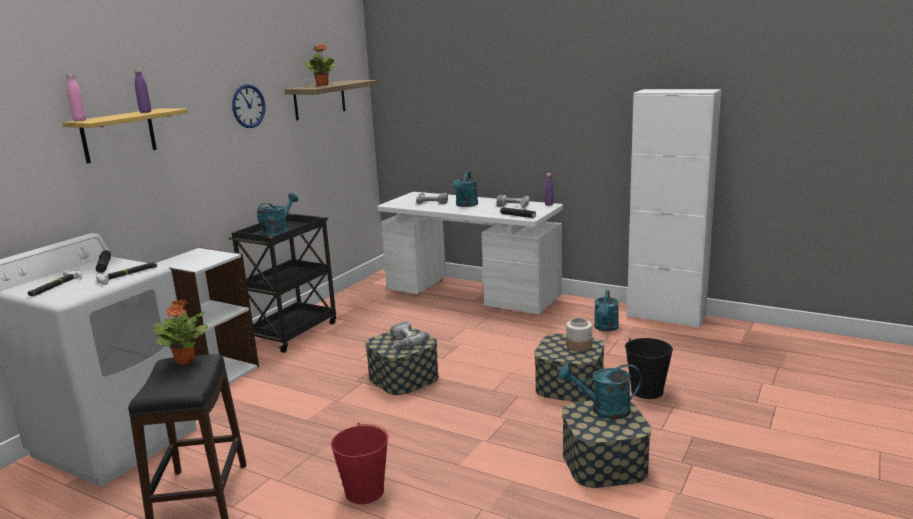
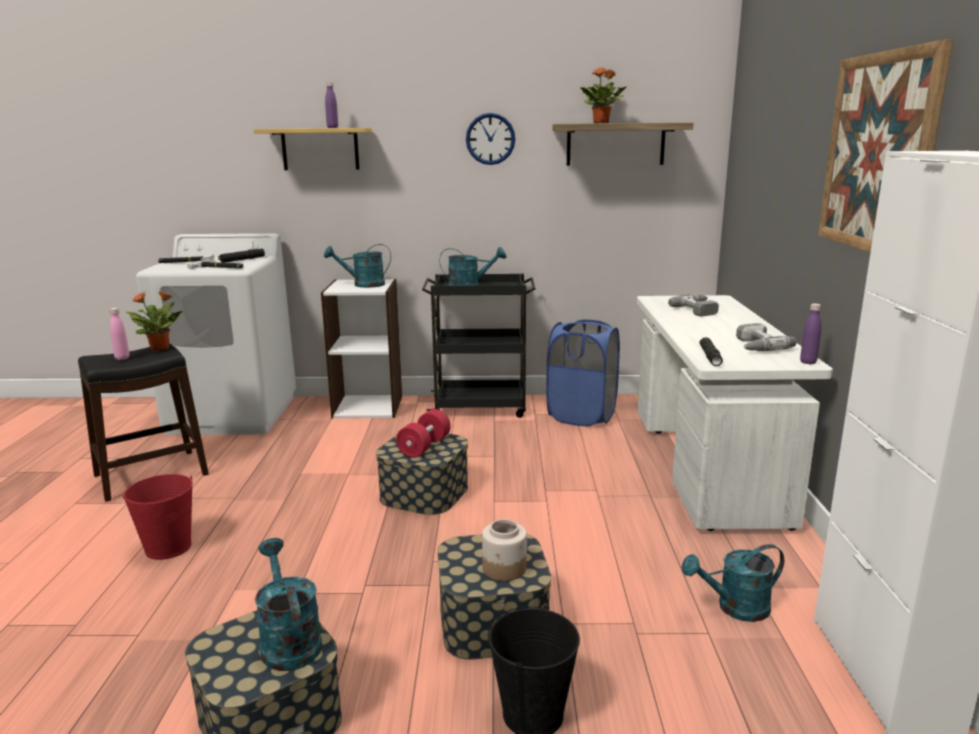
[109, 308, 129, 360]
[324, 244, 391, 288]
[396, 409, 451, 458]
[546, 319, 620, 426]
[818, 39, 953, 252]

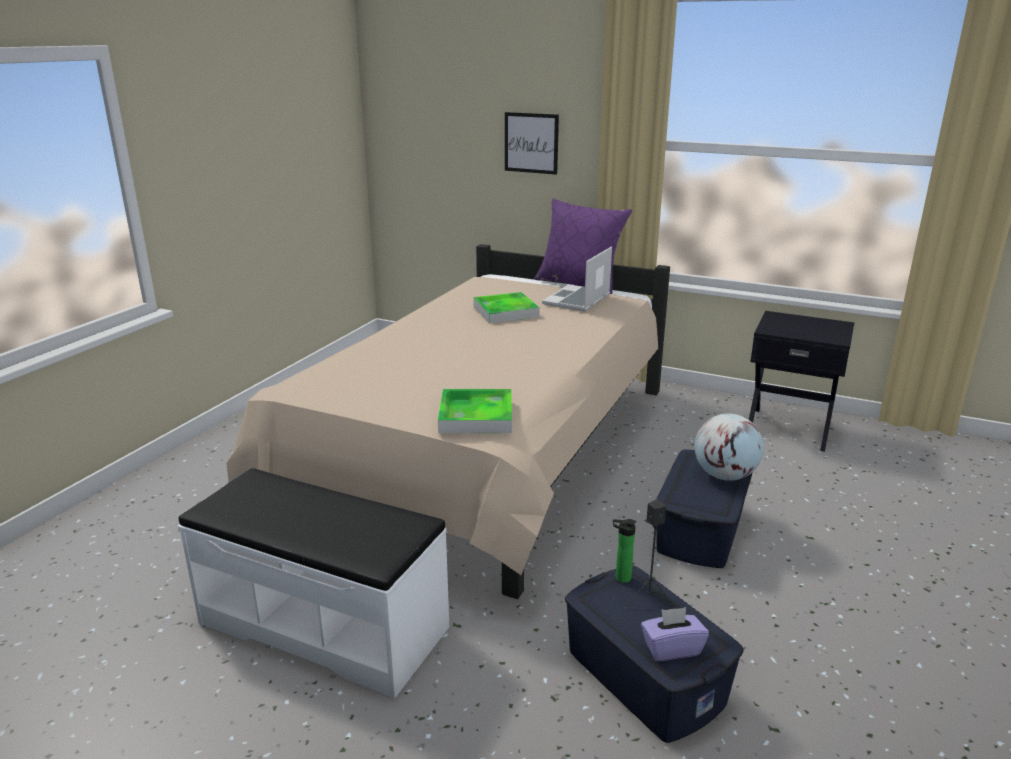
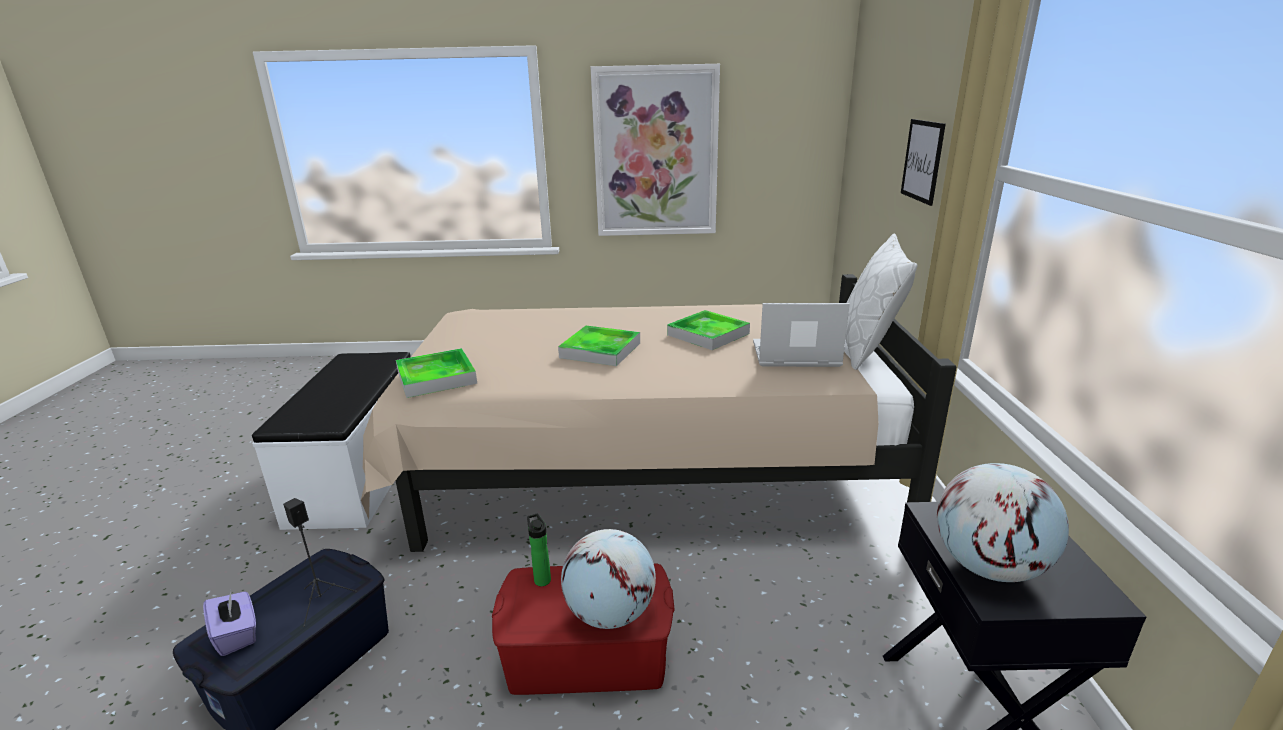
[492, 563, 675, 695]
[527, 514, 551, 586]
[558, 326, 640, 366]
[590, 64, 720, 236]
[846, 234, 918, 370]
[937, 463, 1069, 582]

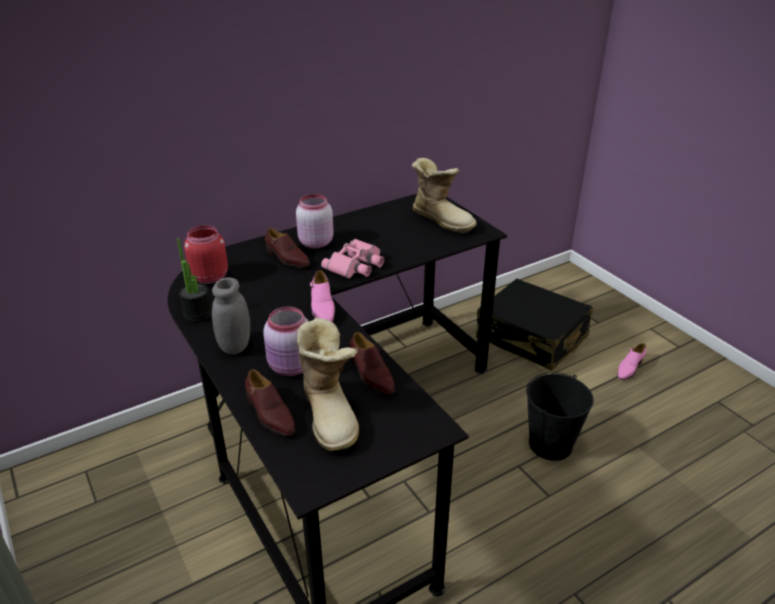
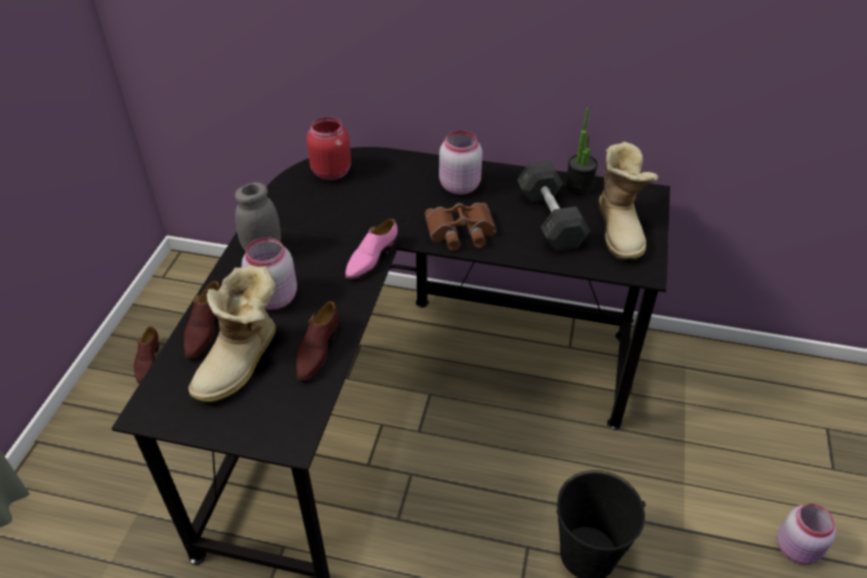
[134, 326, 159, 384]
[425, 203, 496, 251]
[517, 160, 591, 252]
[565, 108, 598, 195]
[777, 504, 836, 565]
[476, 278, 593, 371] (first image)

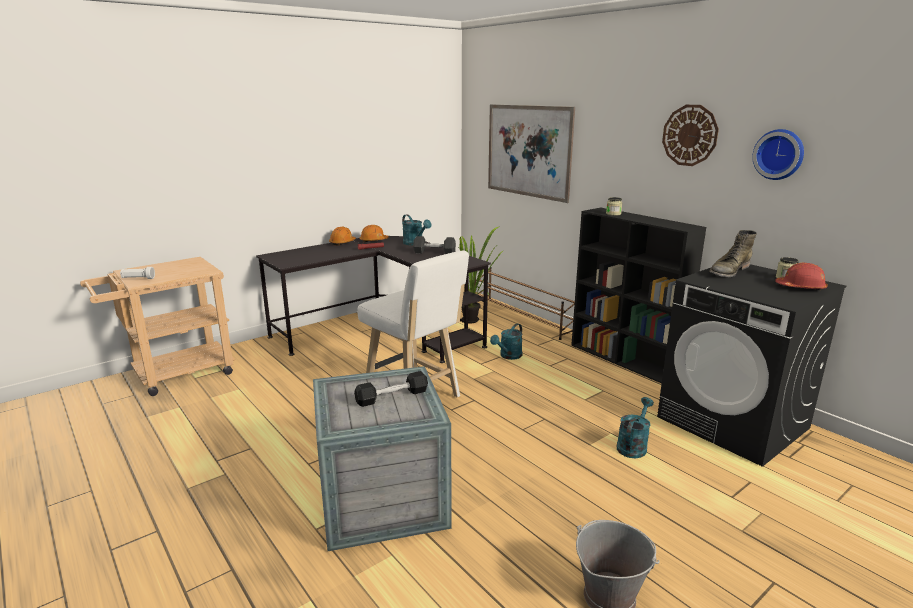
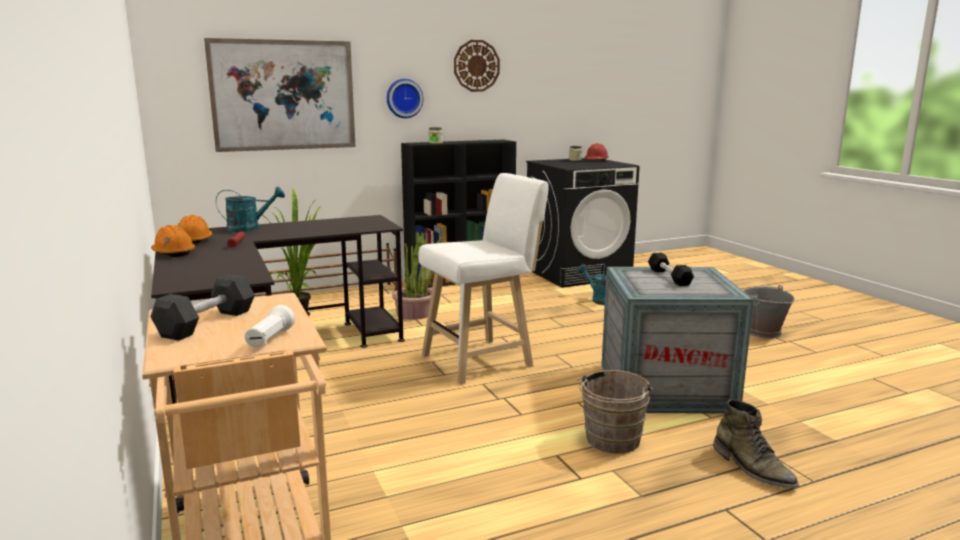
[150, 274, 255, 341]
[387, 79, 424, 118]
[392, 231, 443, 319]
[577, 370, 654, 453]
[713, 399, 799, 488]

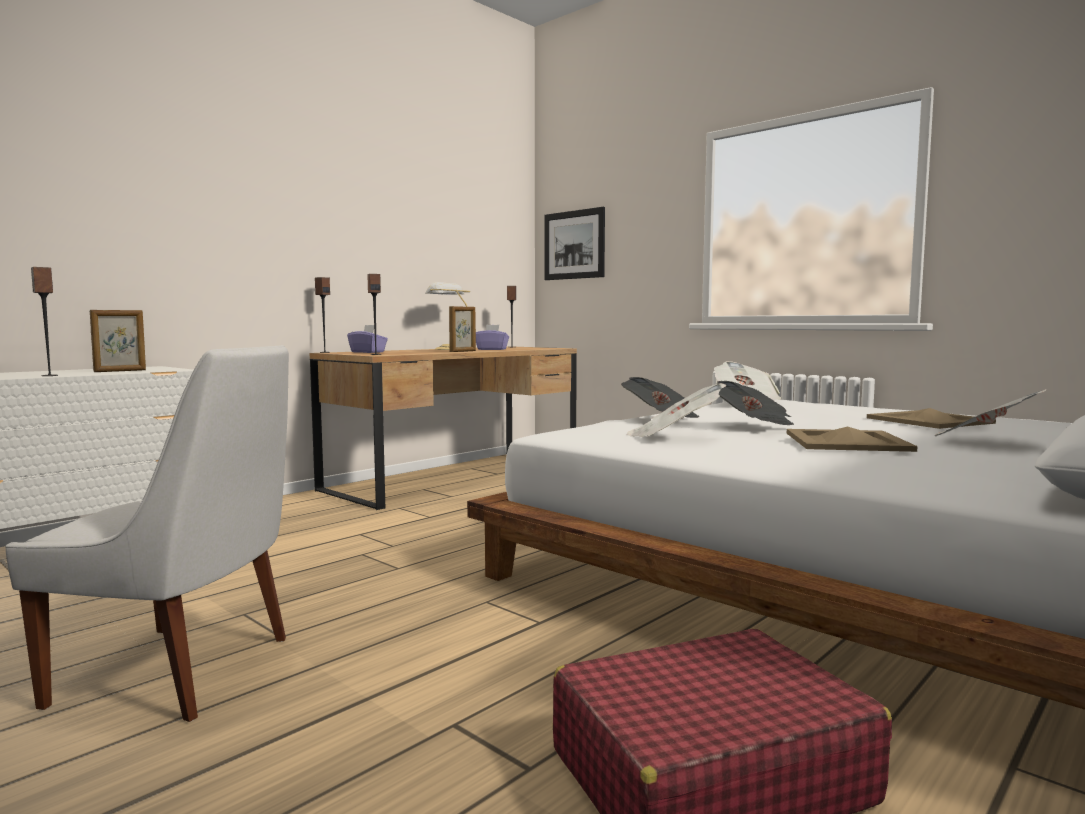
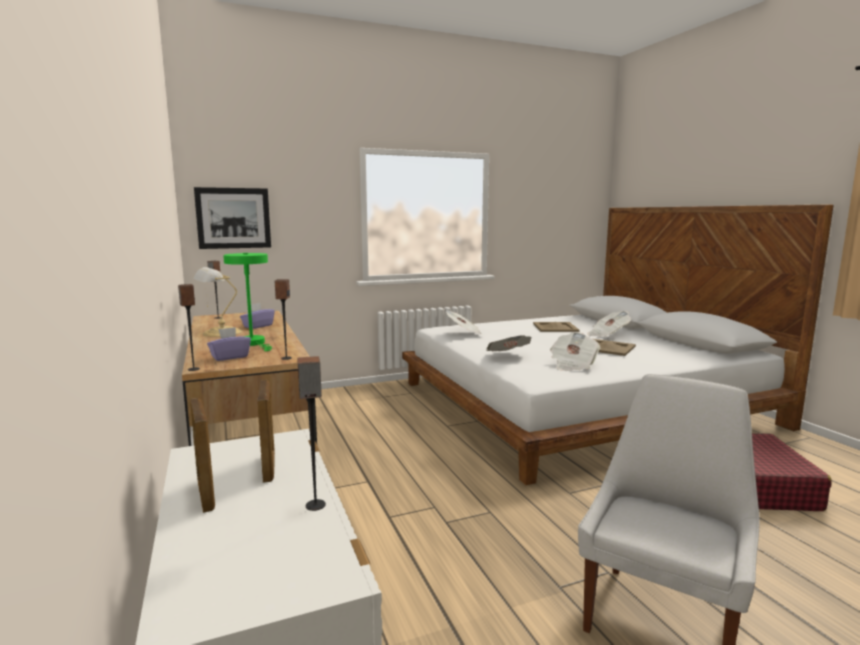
[190, 398, 215, 513]
[223, 253, 272, 351]
[717, 381, 794, 425] (first image)

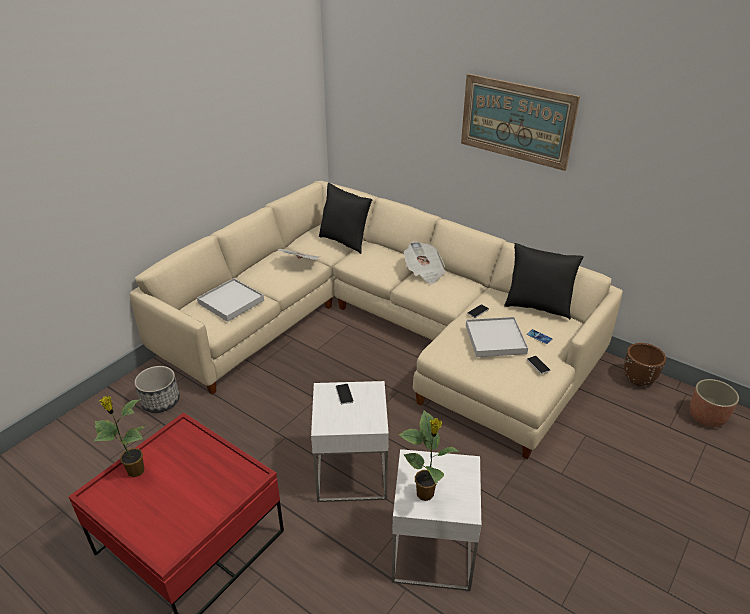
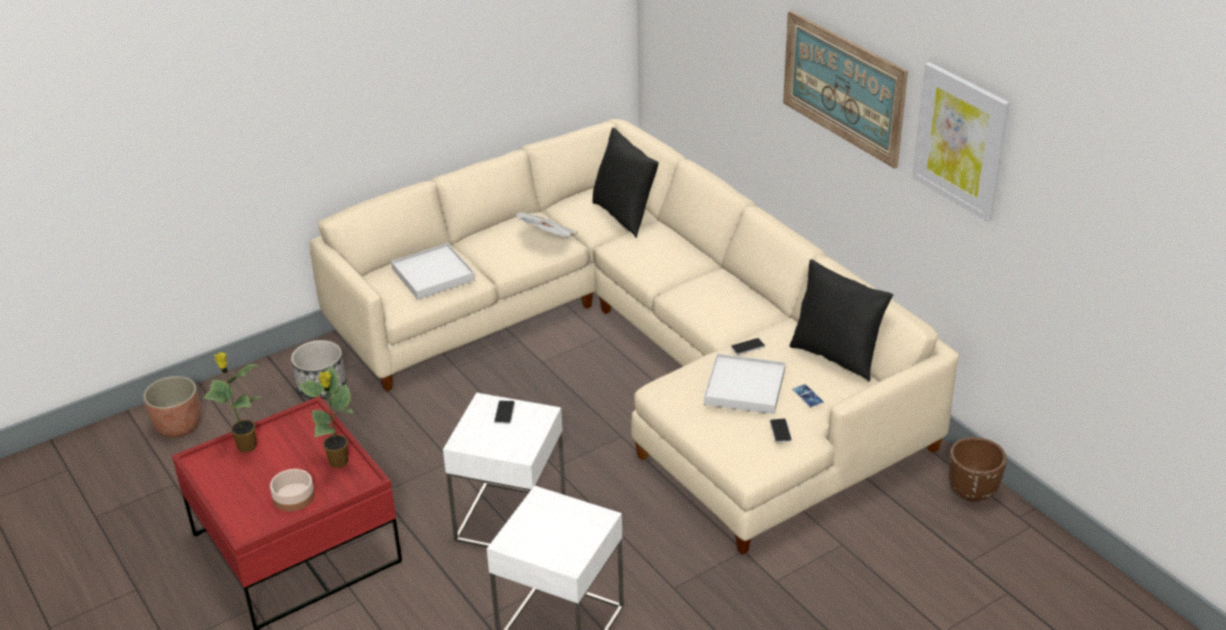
[143, 376, 201, 438]
[270, 469, 315, 511]
[299, 365, 354, 468]
[912, 62, 1010, 222]
[404, 241, 446, 285] (first image)

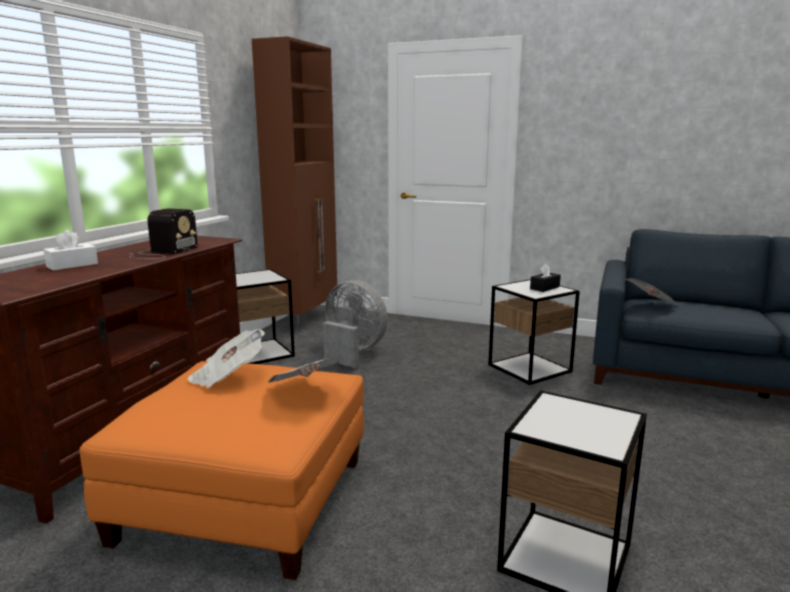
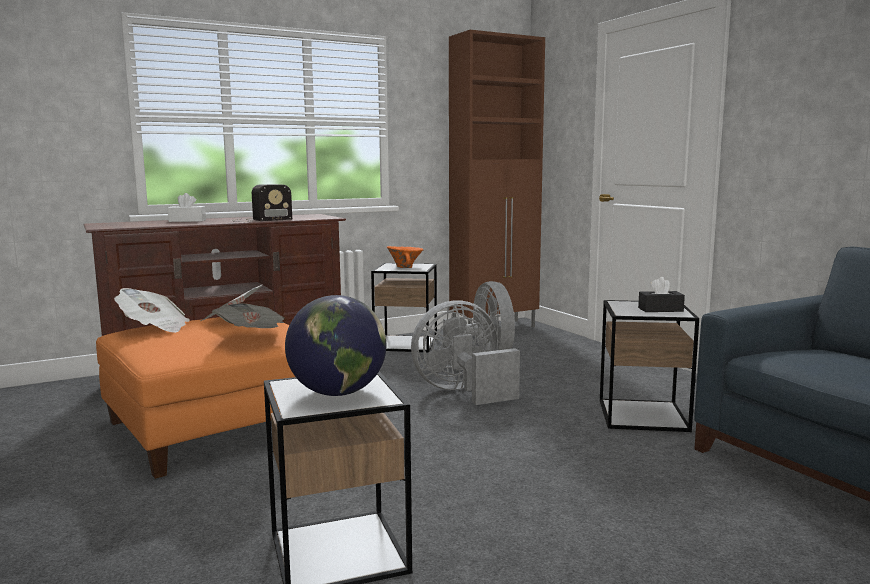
[114, 288, 190, 333]
[285, 295, 386, 396]
[387, 246, 423, 268]
[411, 300, 520, 405]

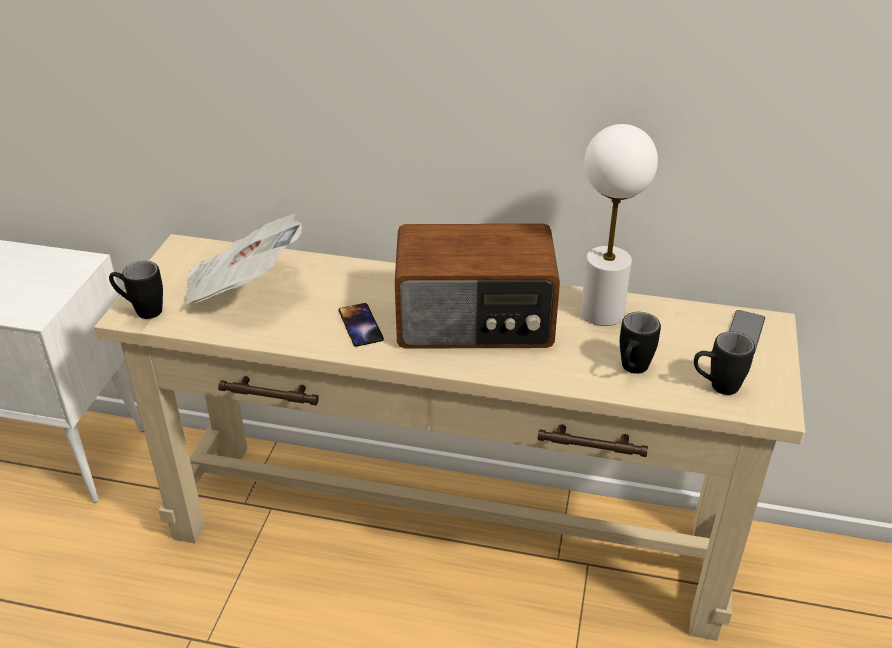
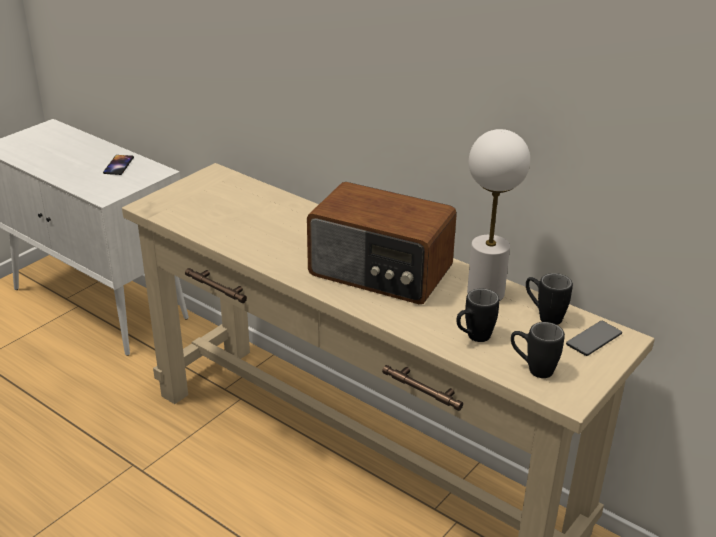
[103, 155, 134, 175]
[526, 273, 573, 325]
[183, 214, 302, 306] (first image)

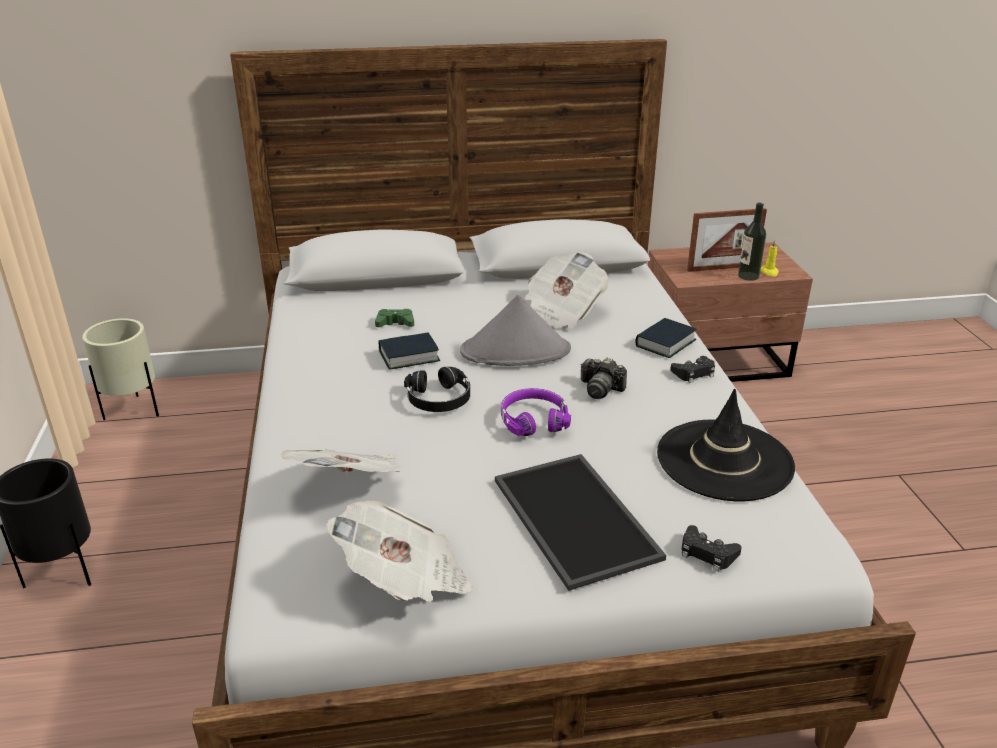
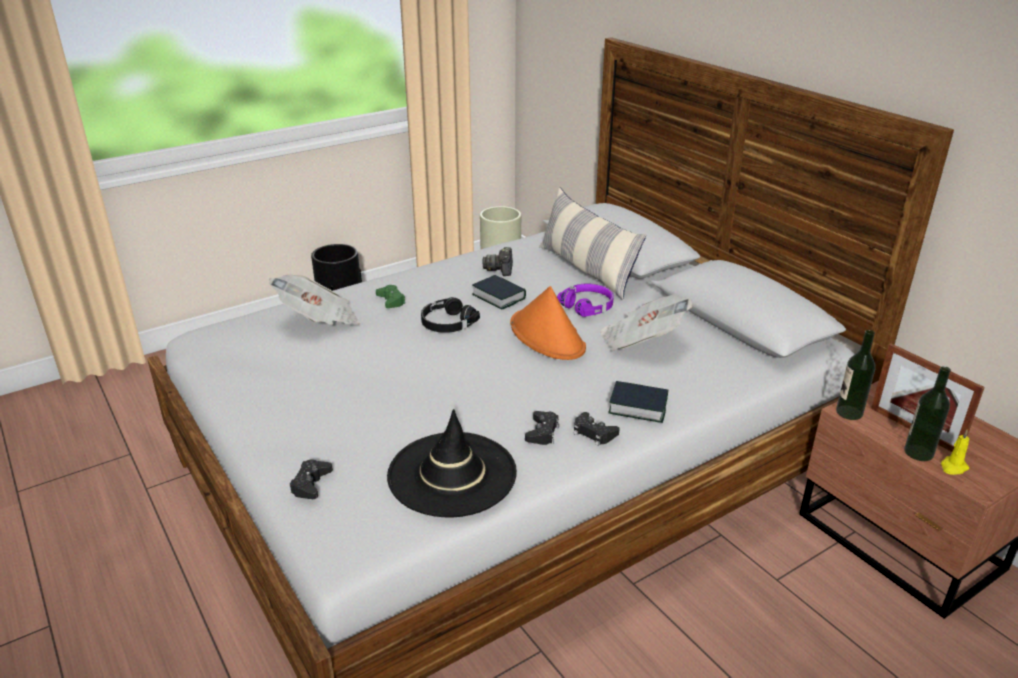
[376, 285, 406, 308]
[483, 247, 513, 276]
[510, 286, 586, 360]
[525, 411, 559, 445]
[539, 187, 646, 300]
[557, 284, 614, 317]
[836, 330, 876, 420]
[327, 500, 473, 602] (first image)
[495, 454, 666, 591] (first image)

